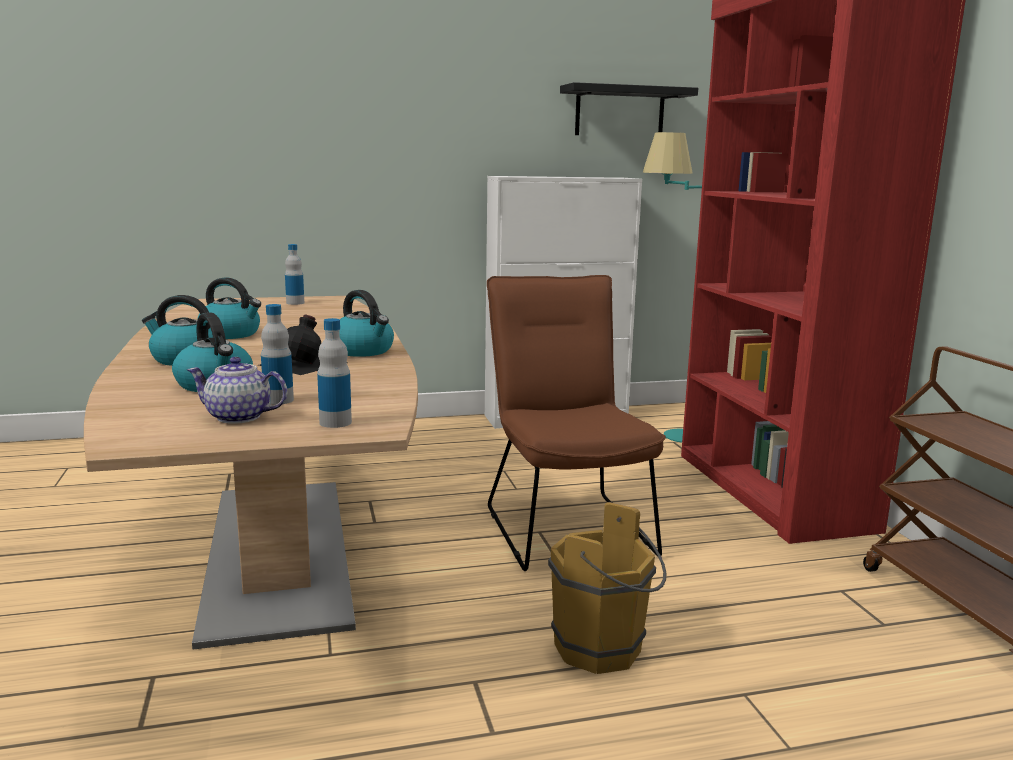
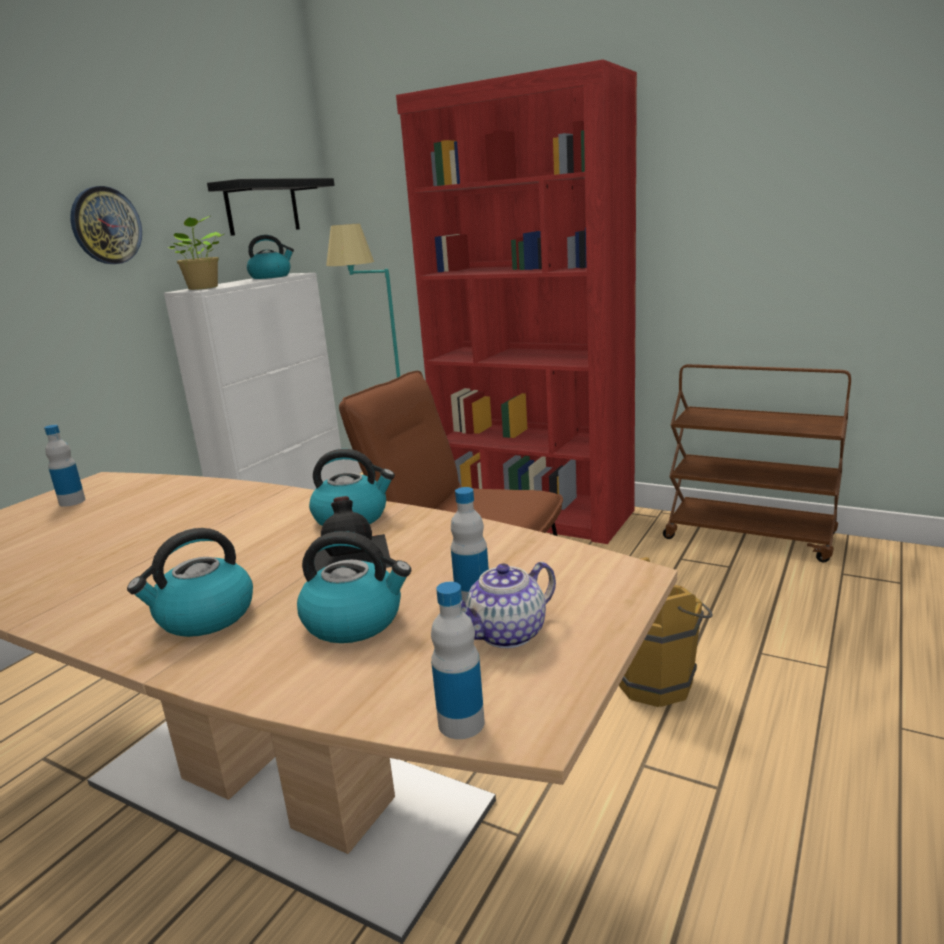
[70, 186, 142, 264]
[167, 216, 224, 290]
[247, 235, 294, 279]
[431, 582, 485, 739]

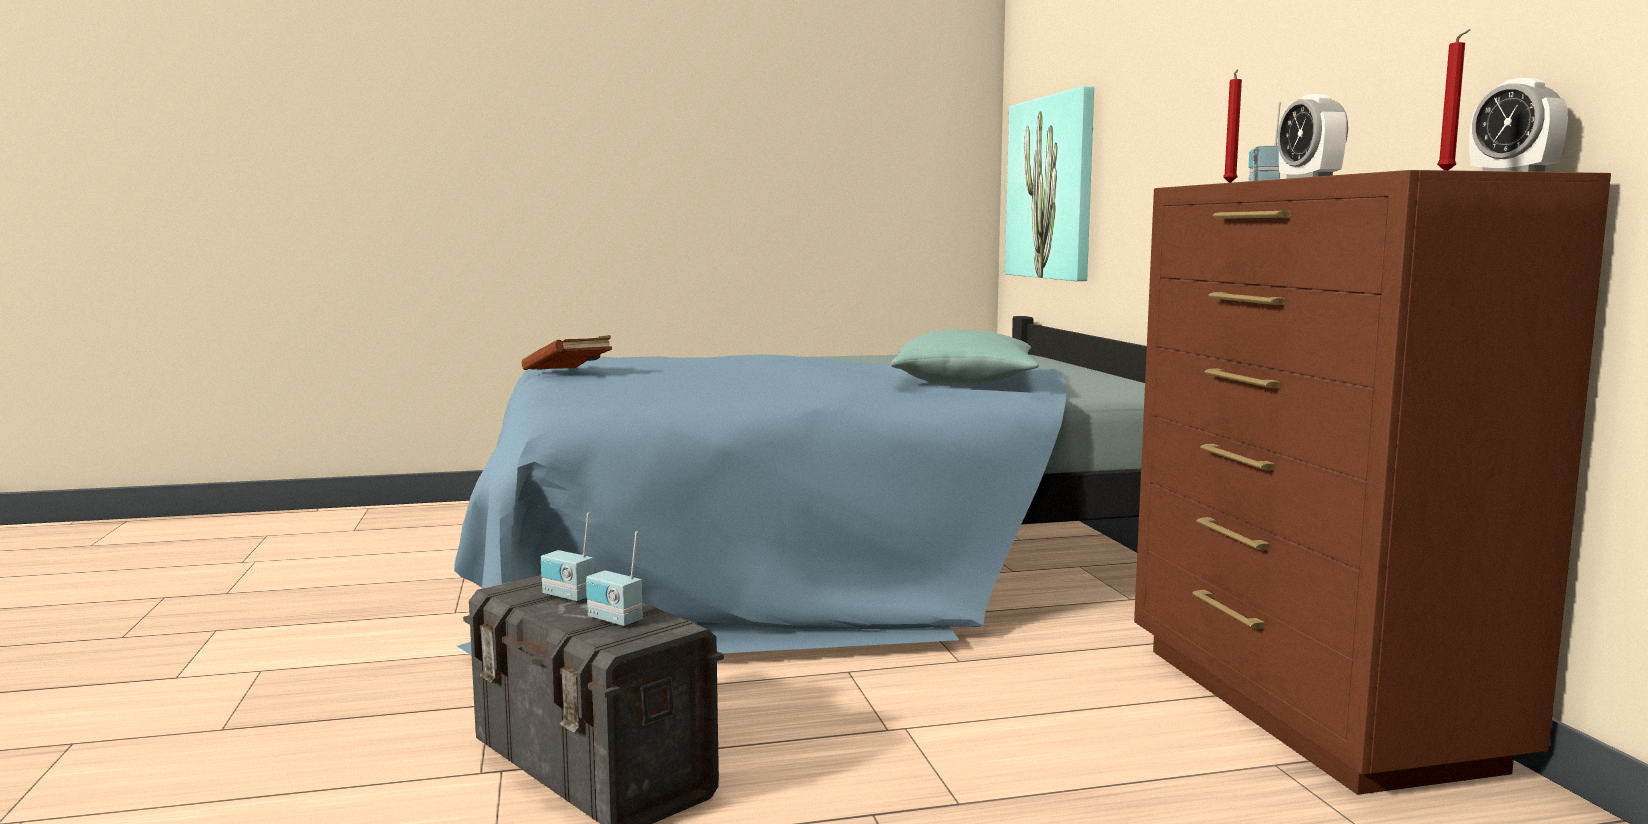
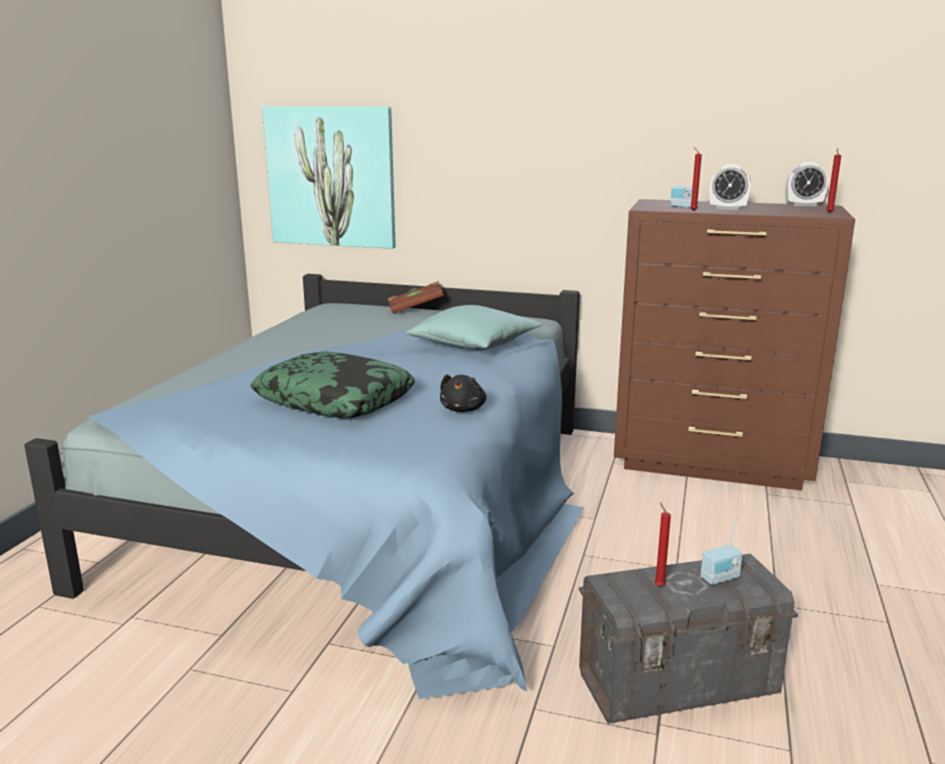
[251, 352, 415, 418]
[388, 281, 444, 313]
[440, 374, 487, 412]
[654, 502, 671, 587]

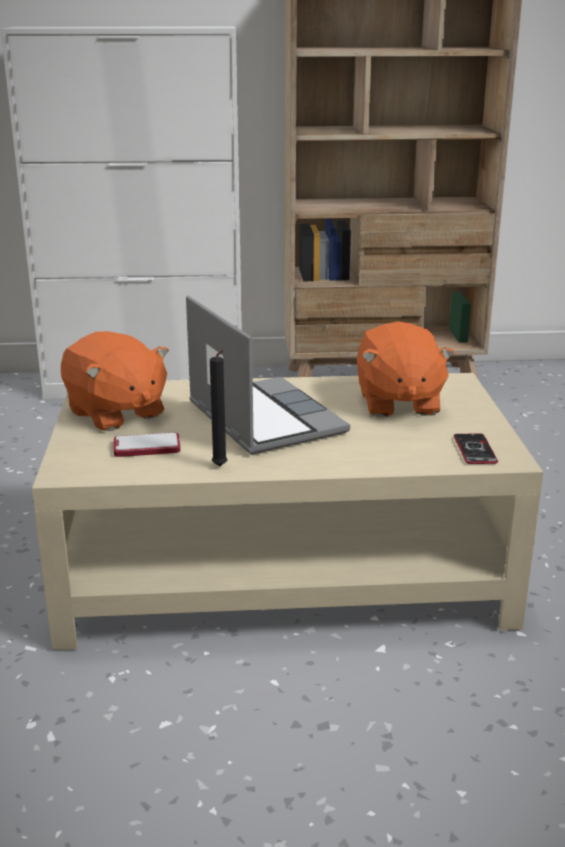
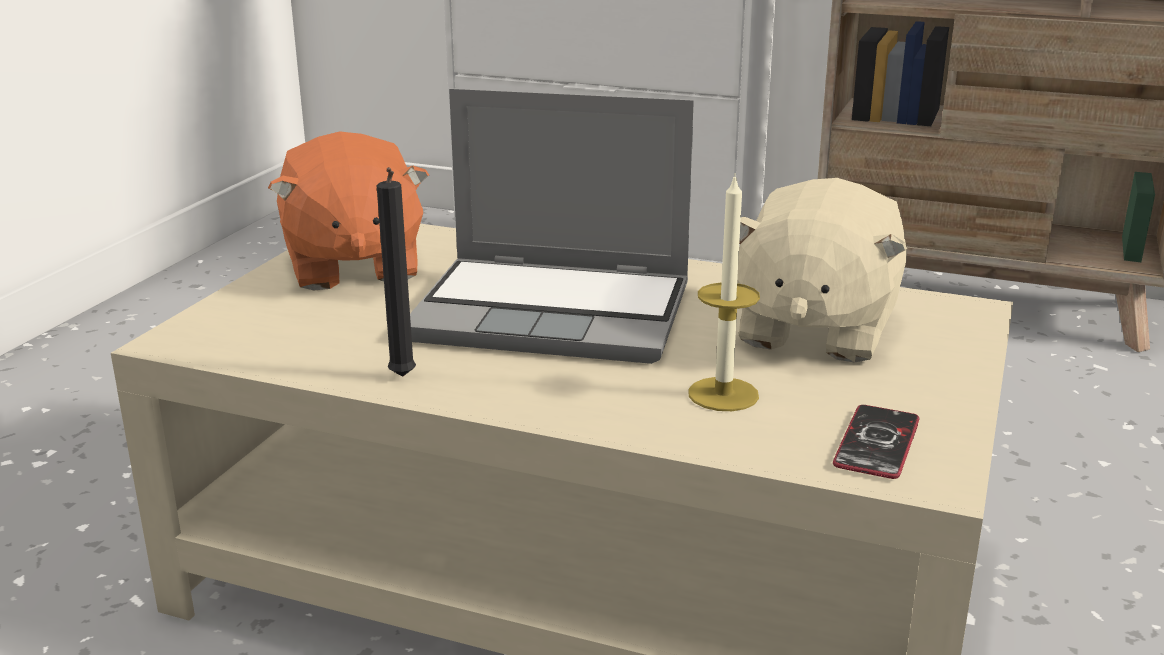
[410, 88, 694, 364]
[688, 173, 760, 411]
[737, 178, 907, 362]
[114, 433, 180, 457] (first image)

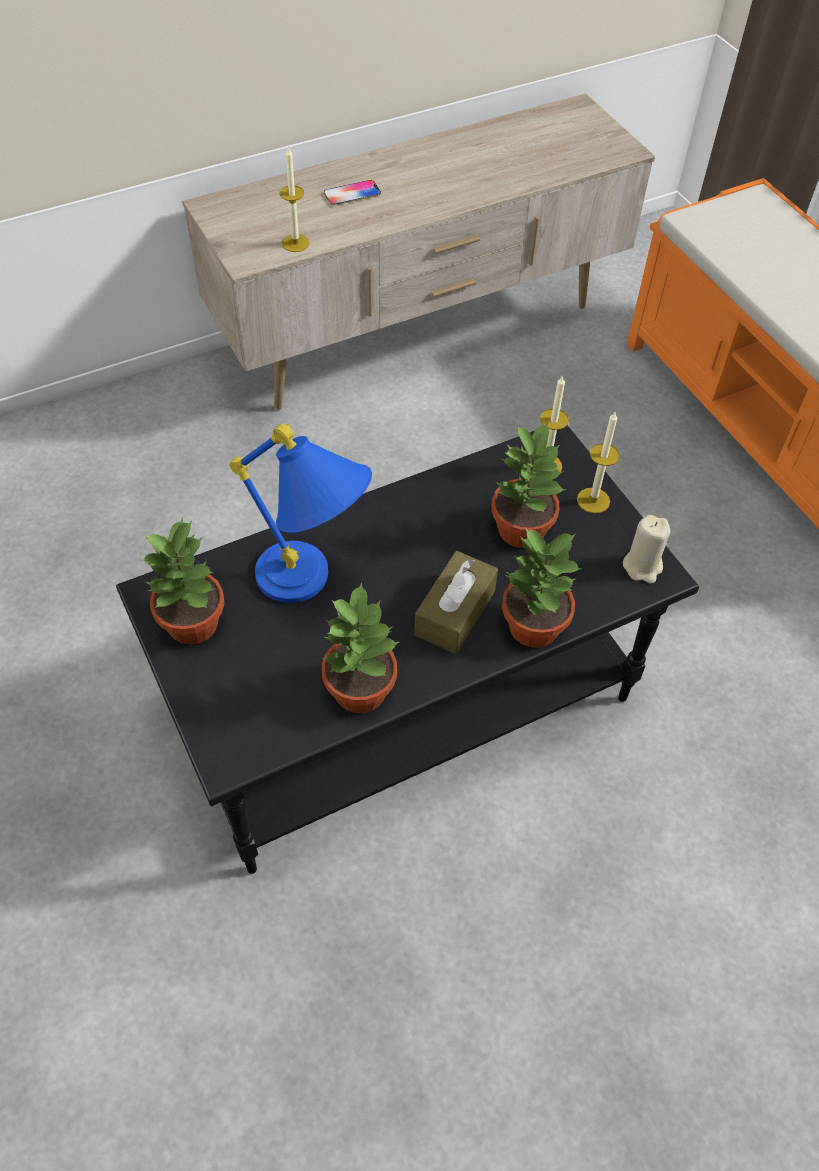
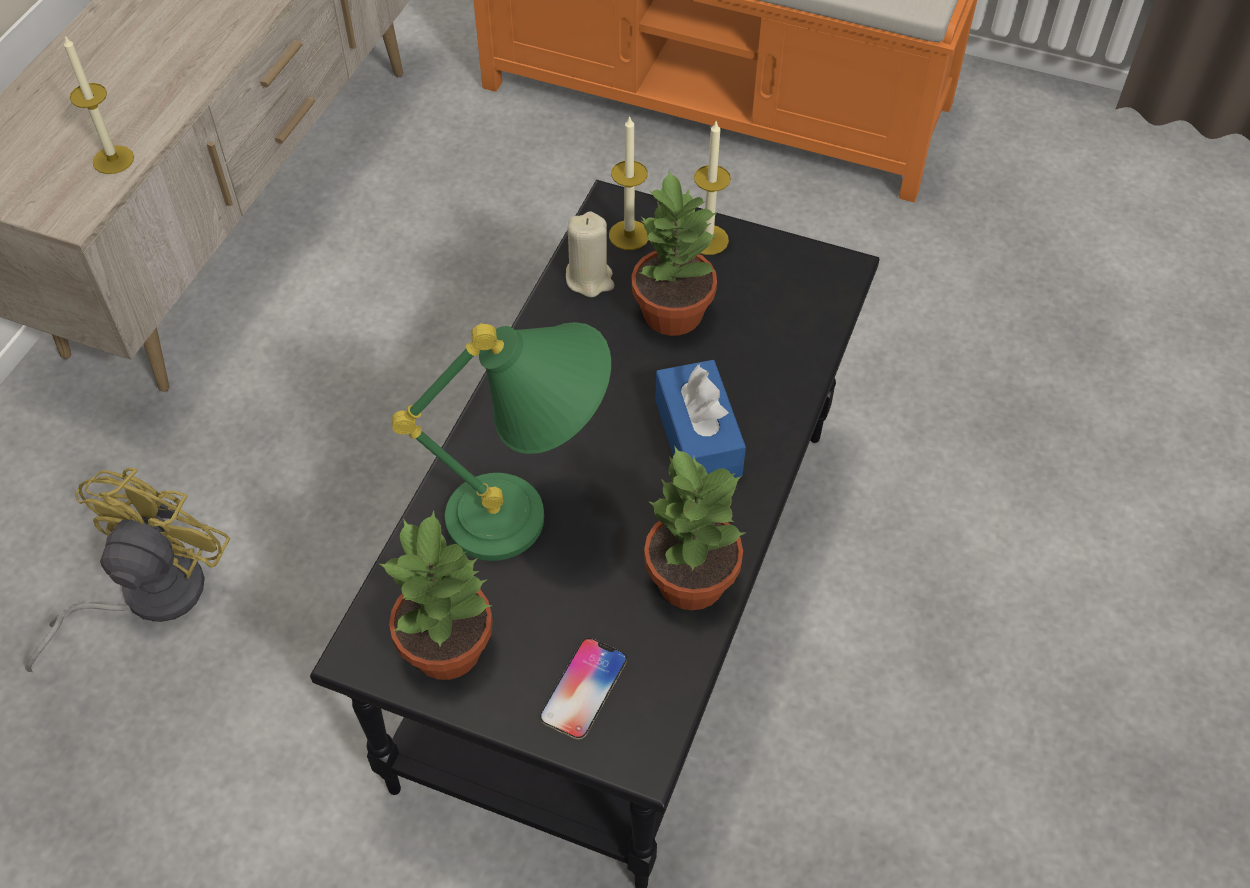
[25, 467, 230, 672]
[392, 322, 611, 561]
[540, 638, 627, 739]
[566, 211, 614, 297]
[655, 360, 746, 478]
[502, 527, 581, 648] (first image)

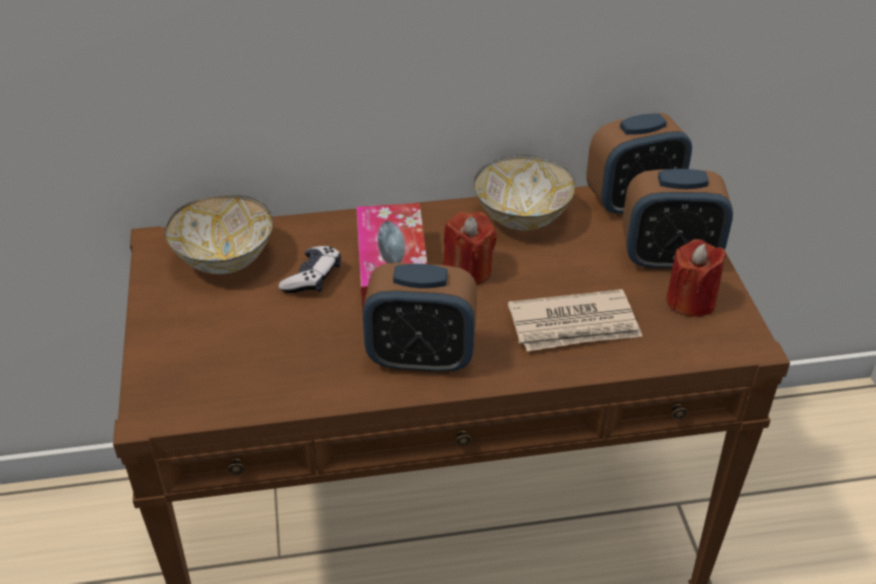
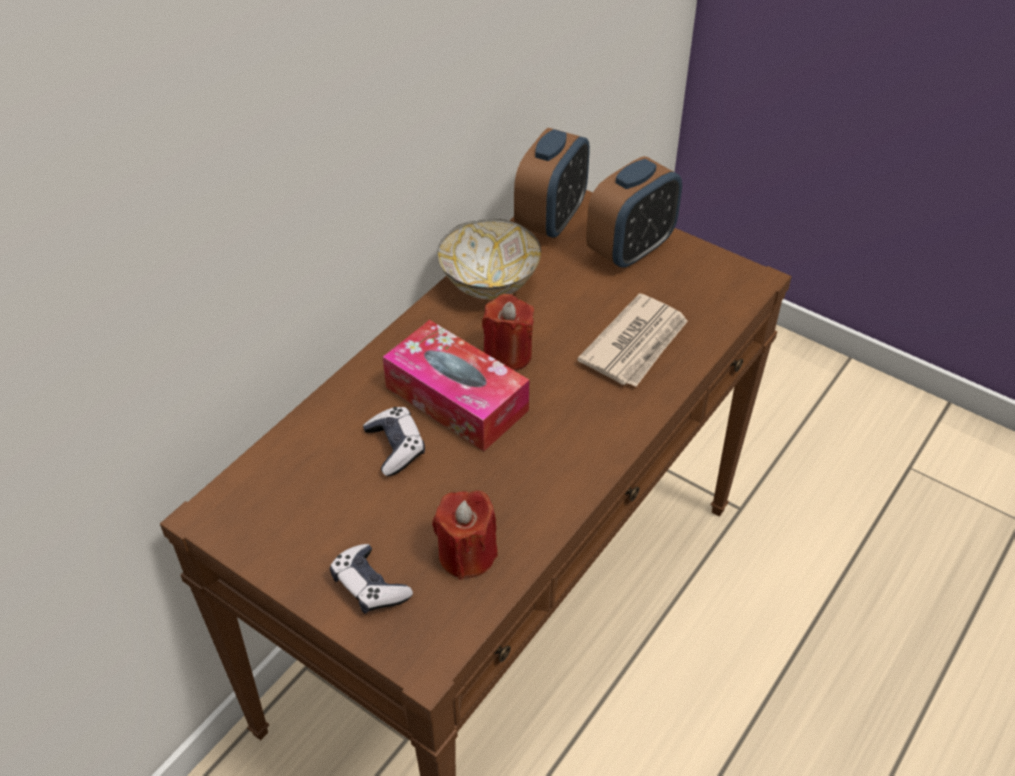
[330, 544, 413, 614]
[432, 491, 498, 580]
[165, 195, 273, 274] (first image)
[363, 263, 477, 374] (first image)

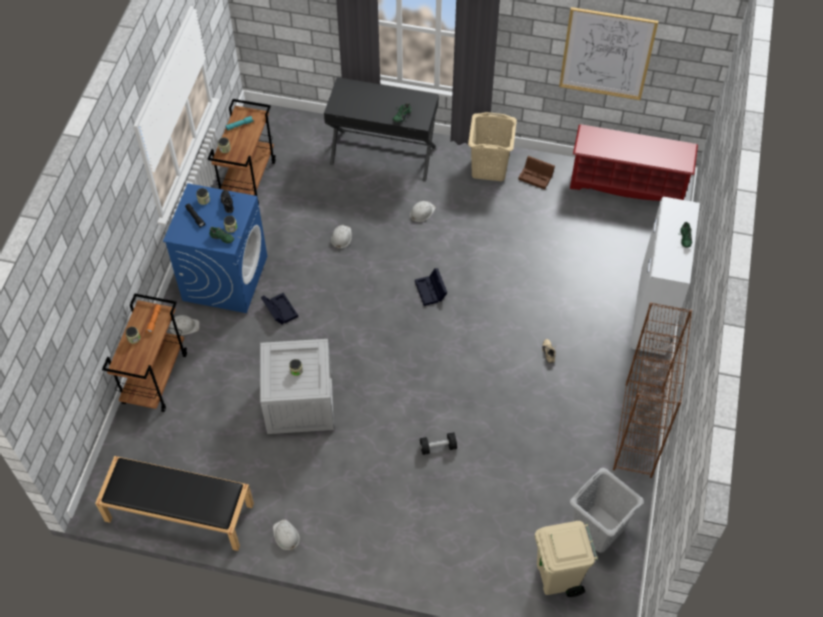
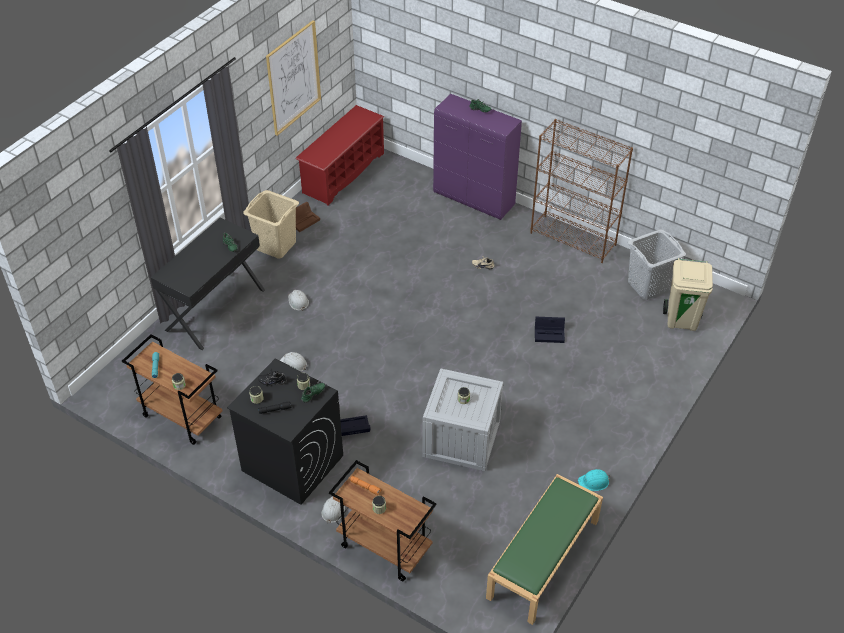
[227, 358, 343, 505]
[433, 94, 522, 220]
[486, 474, 603, 625]
[535, 317, 565, 343]
[578, 469, 611, 491]
[420, 432, 457, 455] (first image)

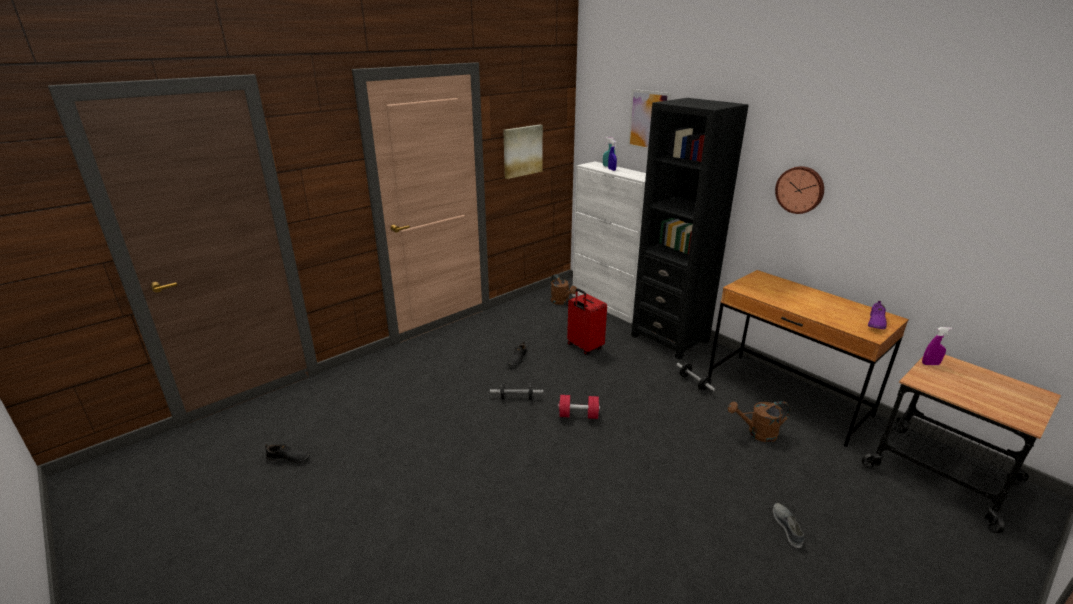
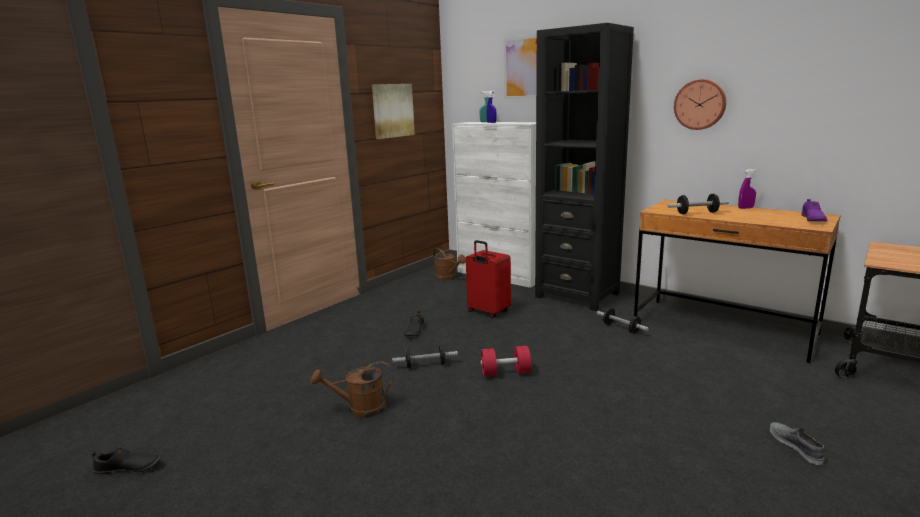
[310, 361, 393, 418]
[667, 194, 729, 214]
[738, 169, 757, 209]

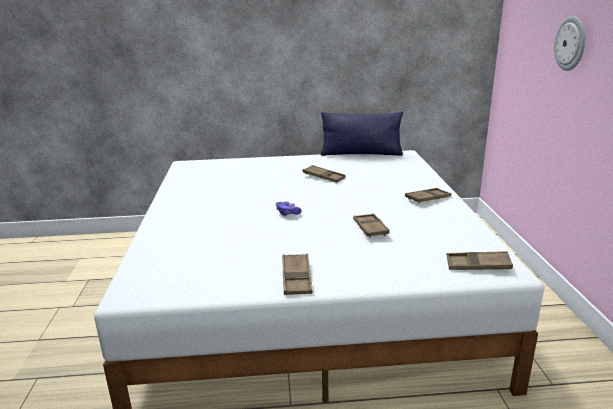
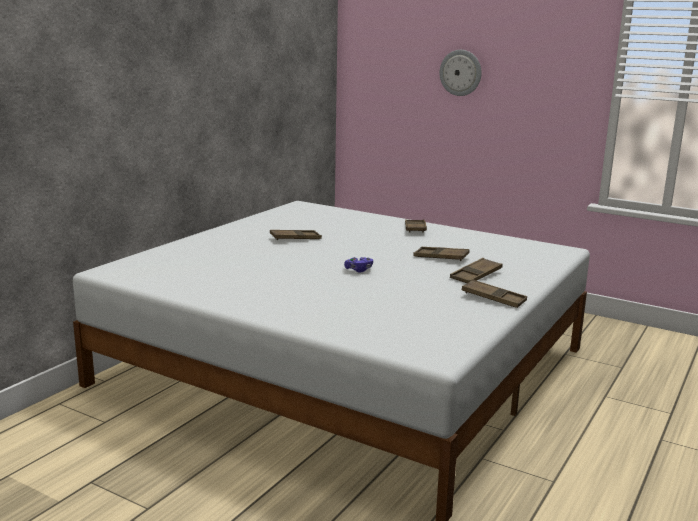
[450, 258, 503, 283]
[321, 111, 403, 156] (first image)

